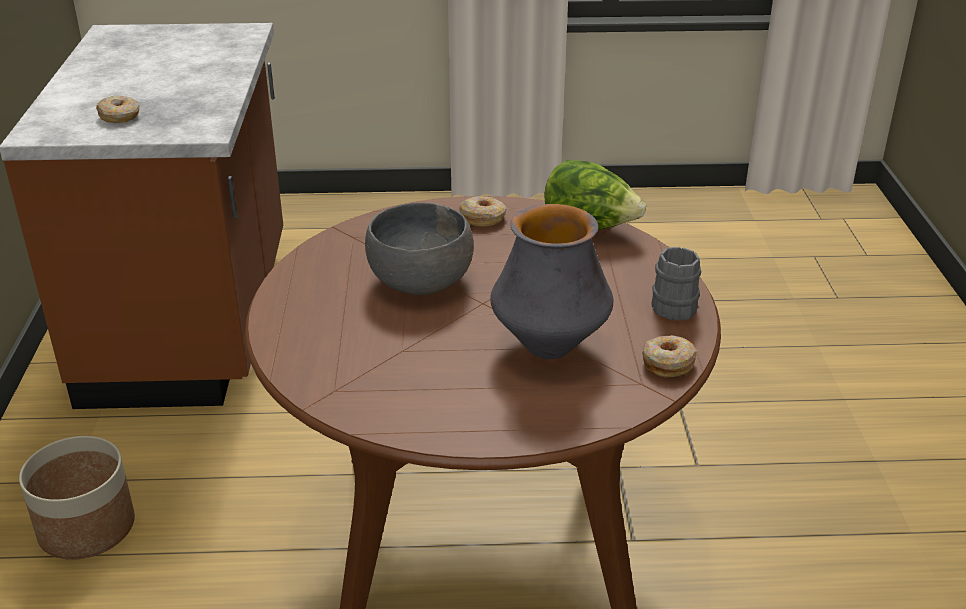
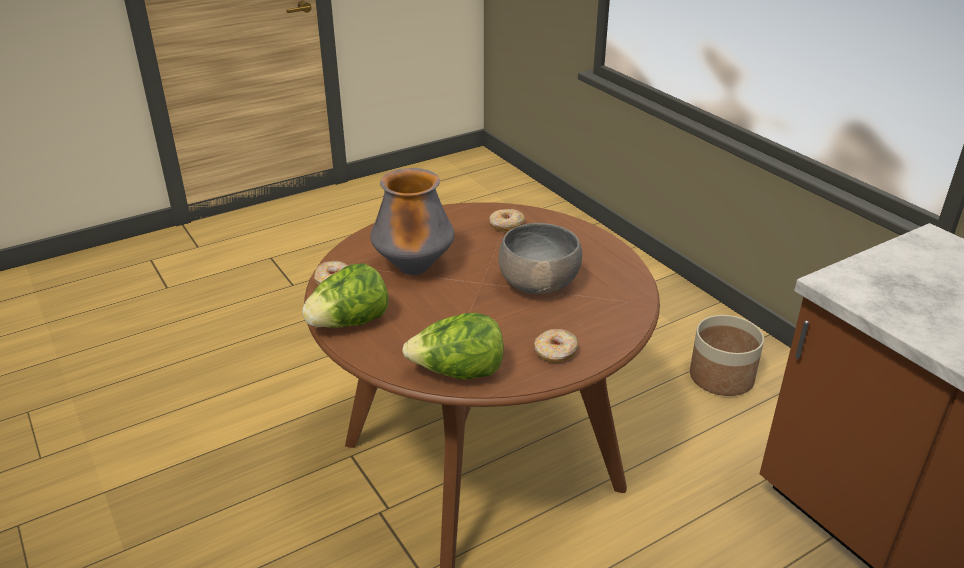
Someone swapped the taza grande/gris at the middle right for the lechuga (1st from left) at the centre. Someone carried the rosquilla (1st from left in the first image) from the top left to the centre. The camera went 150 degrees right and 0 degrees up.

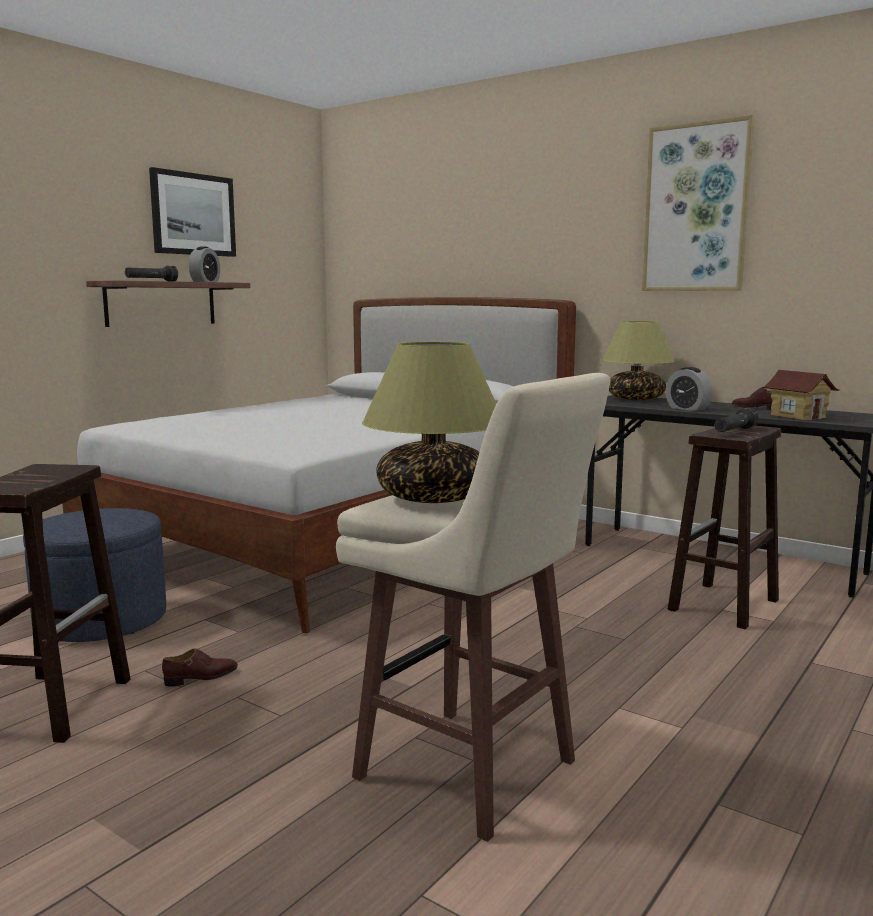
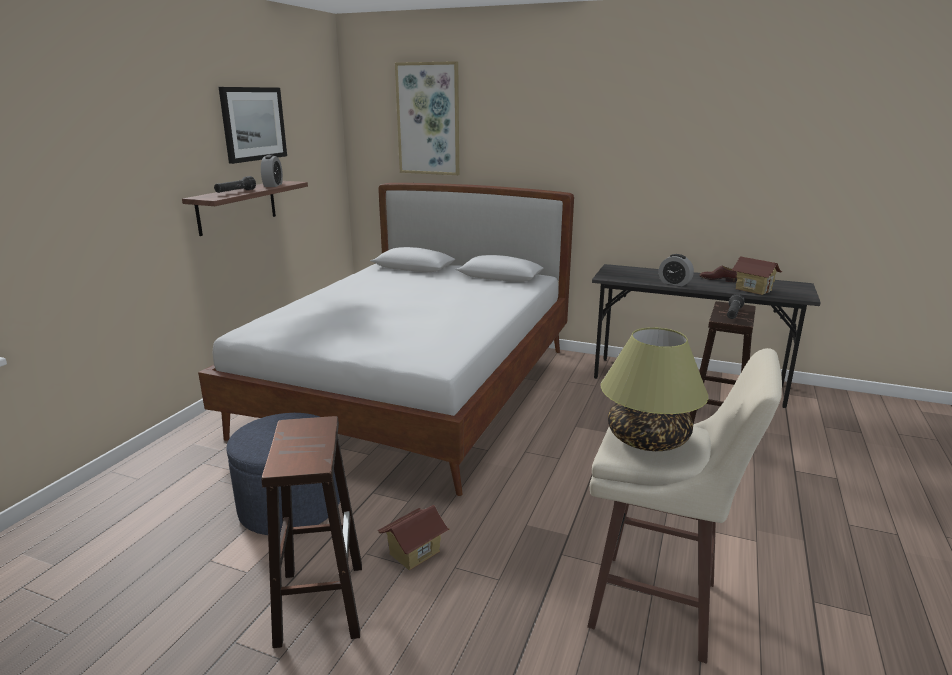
Someone swapped the zapato/marrón (1st from left) at the bottom left for the casita (1st from left) at the bottom centre. Someone carried the cuadro (2nd from left) from the top right to the top centre. Someone took away the lámpara de mesa (2nd from left) at the middle right. The camera went 15 degrees left and 10 degrees up.

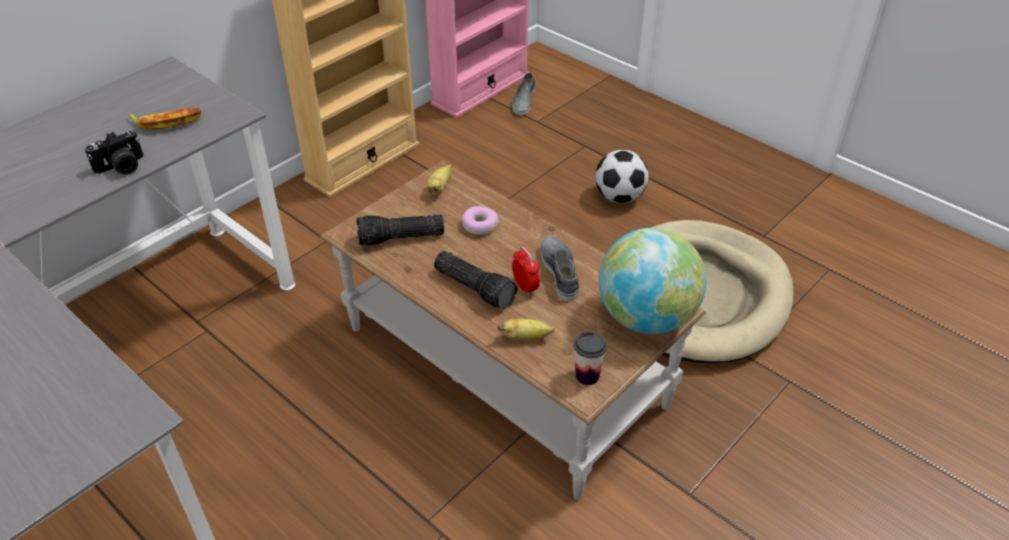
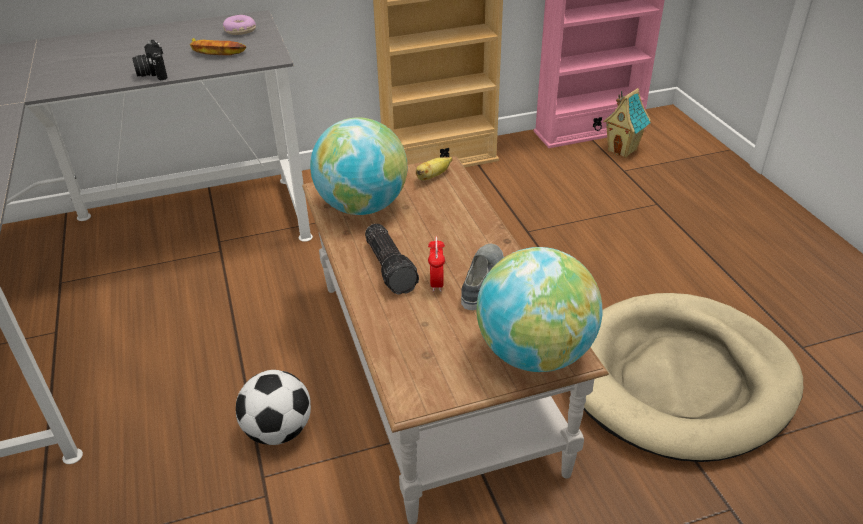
Someone rotated the cámara at the top left by 75 degrees clockwise. Someone carried the rosquilla from the centre to the top left. Someone carried the balón de fútbol from the top centre to the bottom left. Someone swapped the linterna (1st from left) at the centre for the globo terráqueo (1st from left) at the top centre. Someone swapped the zapato/gris (1st from left) at the top centre for the casita at the top right. Someone took away the plátano (3rd from left) at the centre. Someone took away the taza at the centre. The camera went 30 degrees right and 5 degrees down.

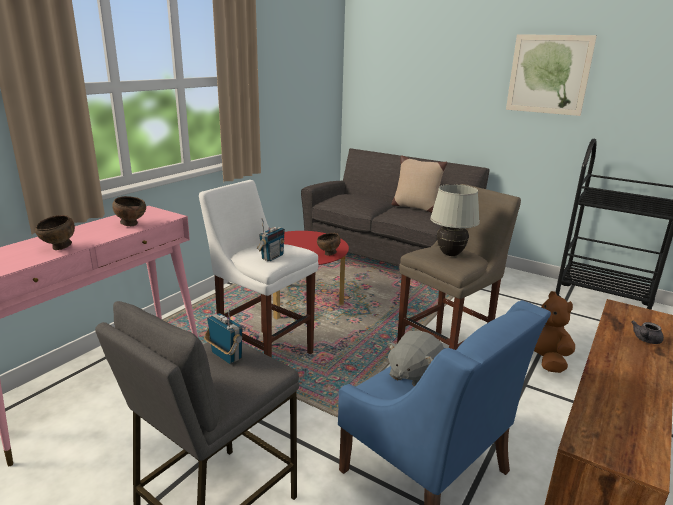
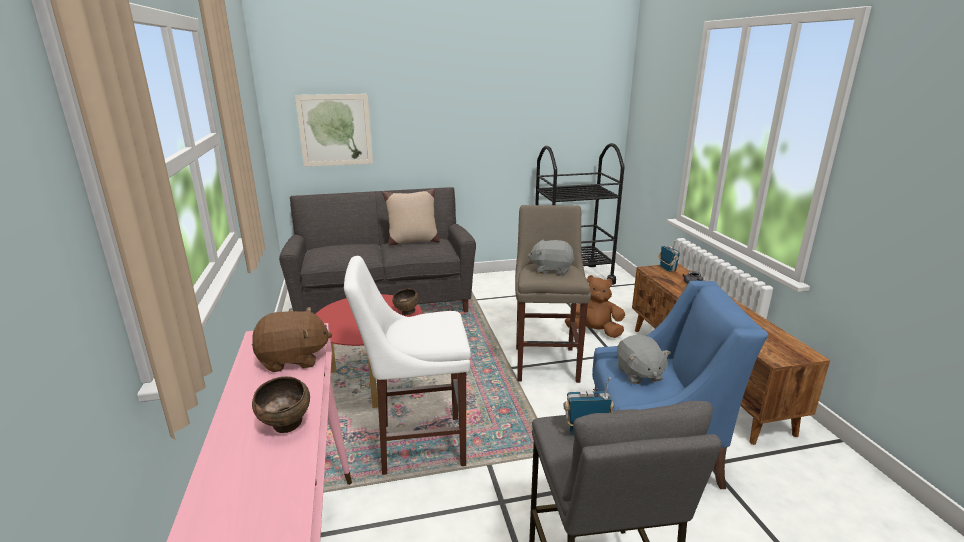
Someone swapped the cuenco/marrón (2nd from left) at the middle left for the peluche/marrón (1st from left) at the middle left. Someone carried the cuadro from the top right to the top centre. Someone swapped the lámpara de mesa/blanco at the middle right for the peluche/gris (1st from left) at the centre. Someone carried the radio (2nd from left) from the centre to the middle right. The camera went 45 degrees left and 0 degrees up.

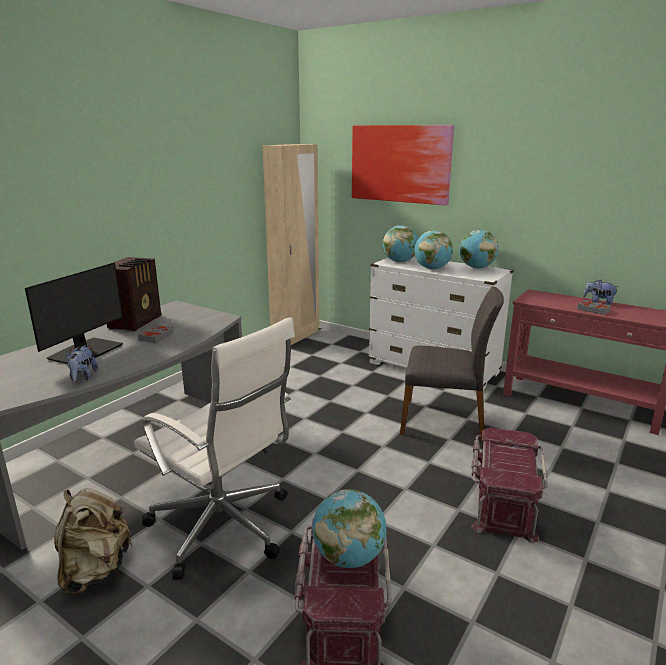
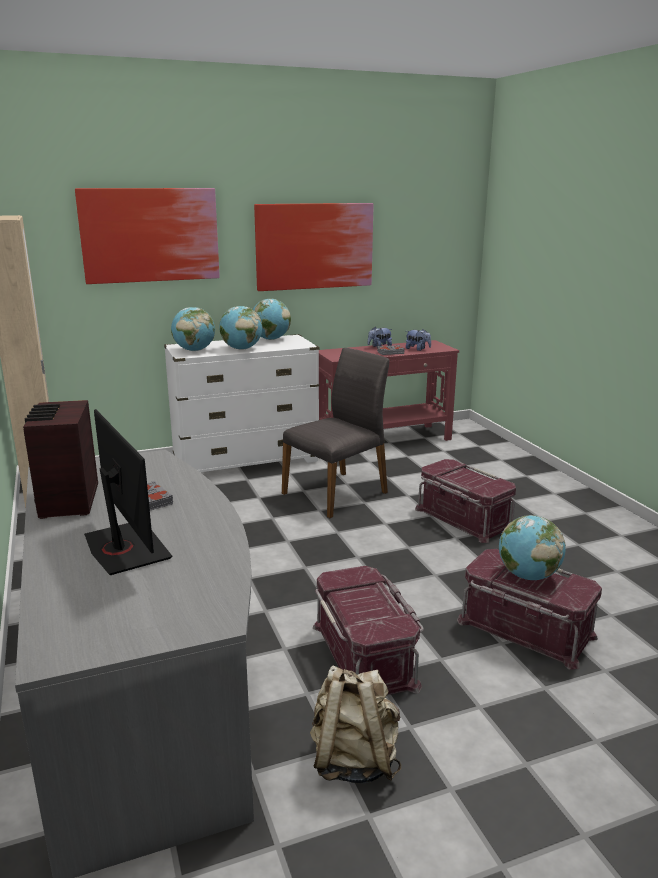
Someone rotated the radio at the middle left by 150 degrees counterclockwise. Someone put up the cuadro (2nd from left) at the top centre. Someone swapped the silla de oficina/blanco at the bottom left for the caja de almacenaje/rojo (1st from left) at the bottom centre. Someone carried the peluche (1st from left in the first image) from the middle left to the centre. The camera went 55 degrees left and 0 degrees up.

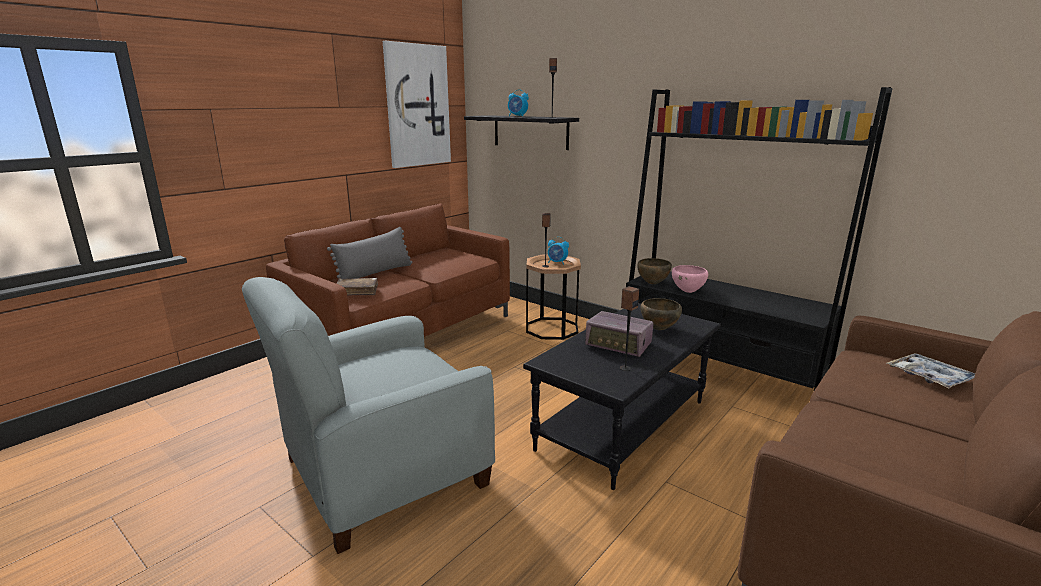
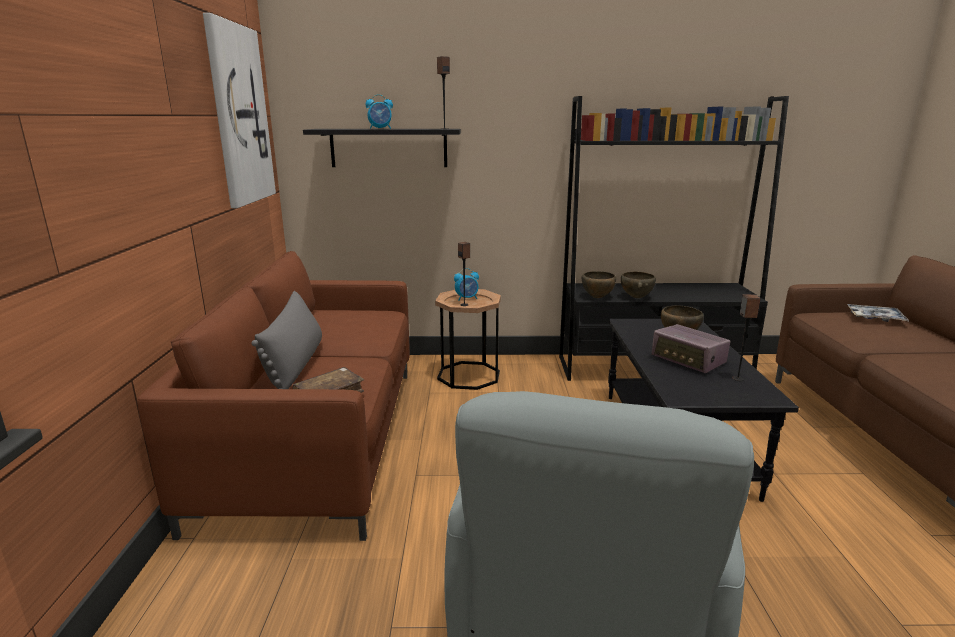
Someone repainted the cuenco/rosa at the centre, which became the cuenco/marrón (2nd from left) at the middle right. Someone rotated the radio at the centre by 60 degrees clockwise. The camera went 40 degrees left and 0 degrees up.

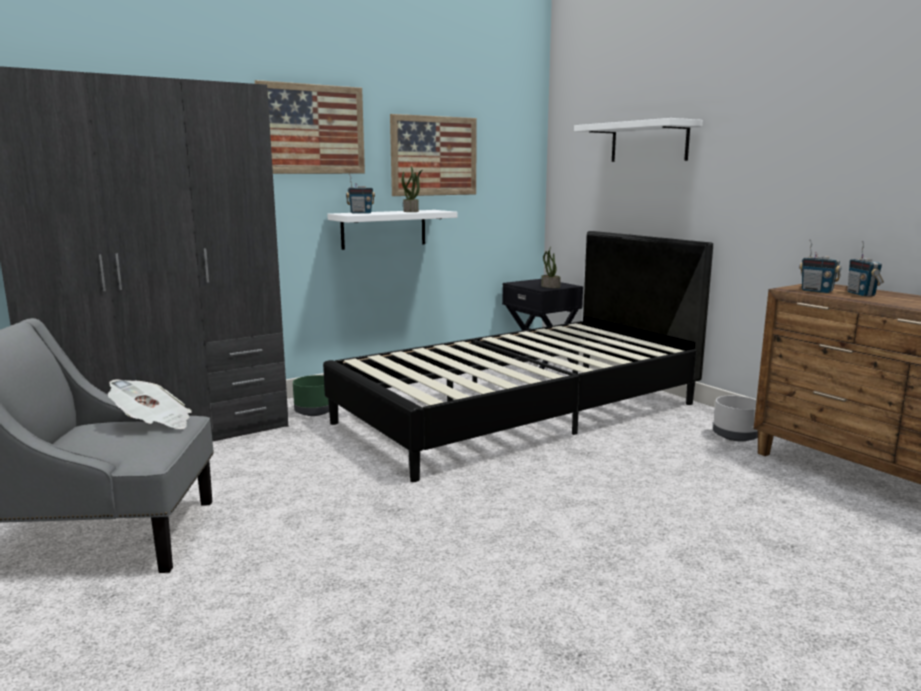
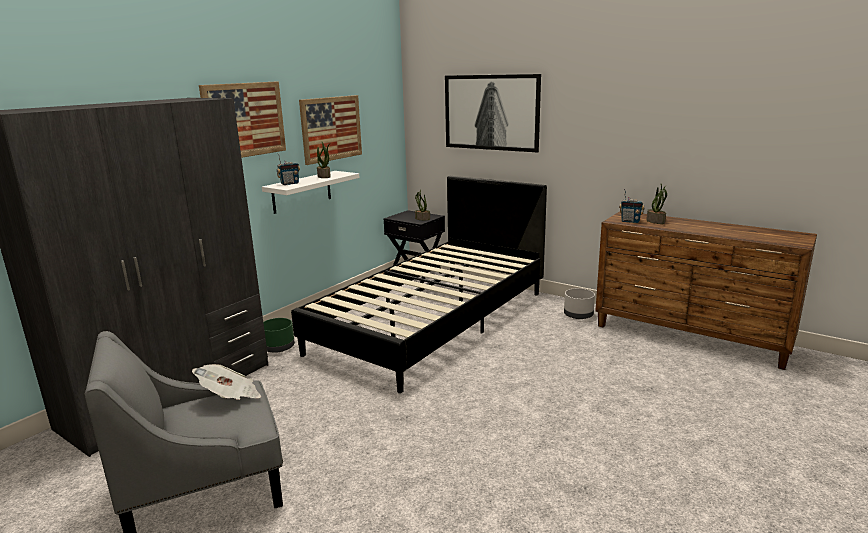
Someone swapped the estante/blanco (2nd from left) at the top right for the cuadro (3rd from left) at the top centre. Someone swapped the radio (3rd from left) at the middle right for the planta en maceta (3rd from left) at the middle right. The camera went 20 degrees left and 5 degrees up.

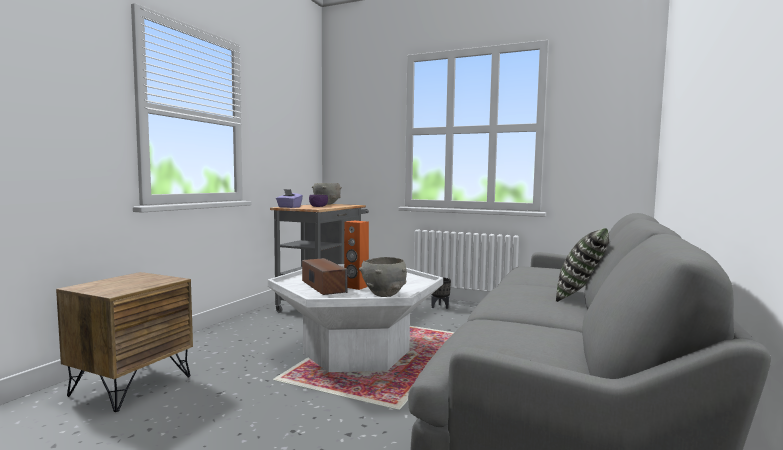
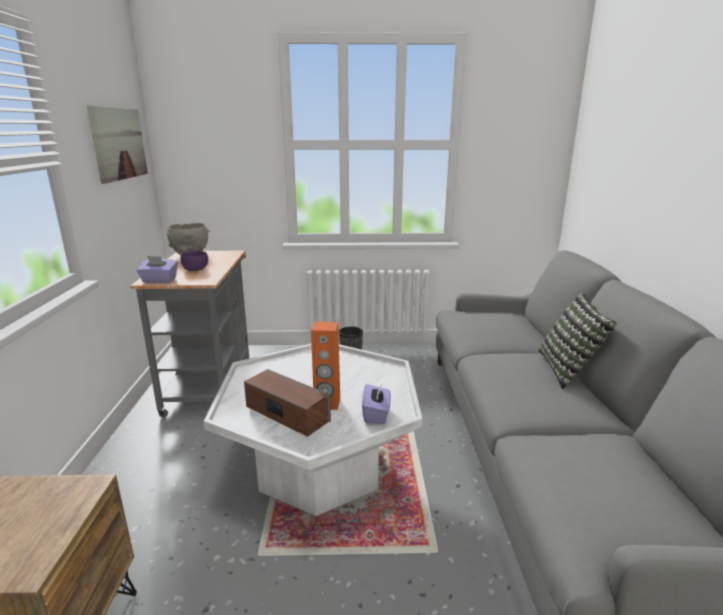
Someone put up the cuadro at the top left. Someone swapped the cuenco/gris (2nd from left) at the centre for the caja de pañuelos/morado (2nd from left) at the centre. The camera went 25 degrees left and 15 degrees up.

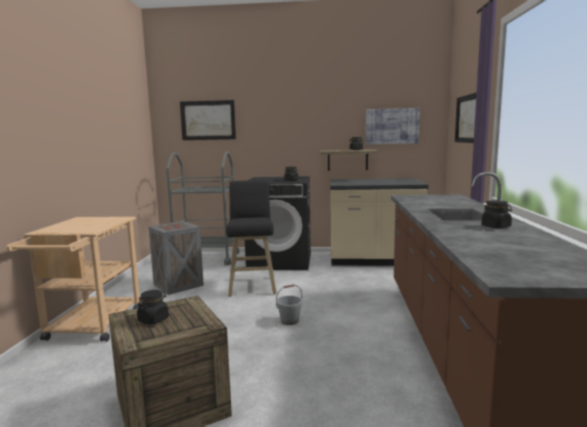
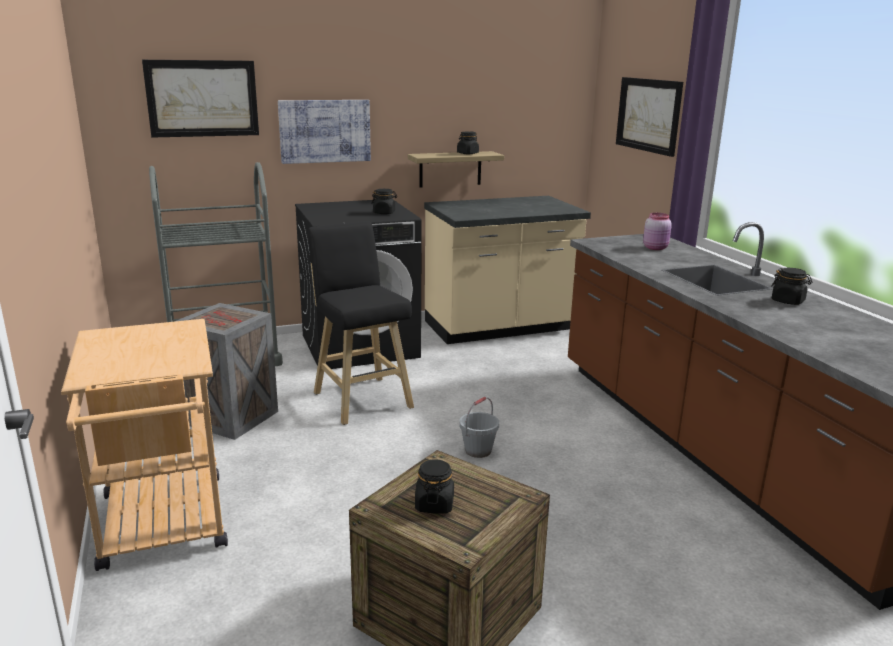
Someone carried the cuadro (2nd from left) from the top right to the top centre. Someone put down the tarro/rosa at the middle right. The camera went 25 degrees left and 10 degrees up.

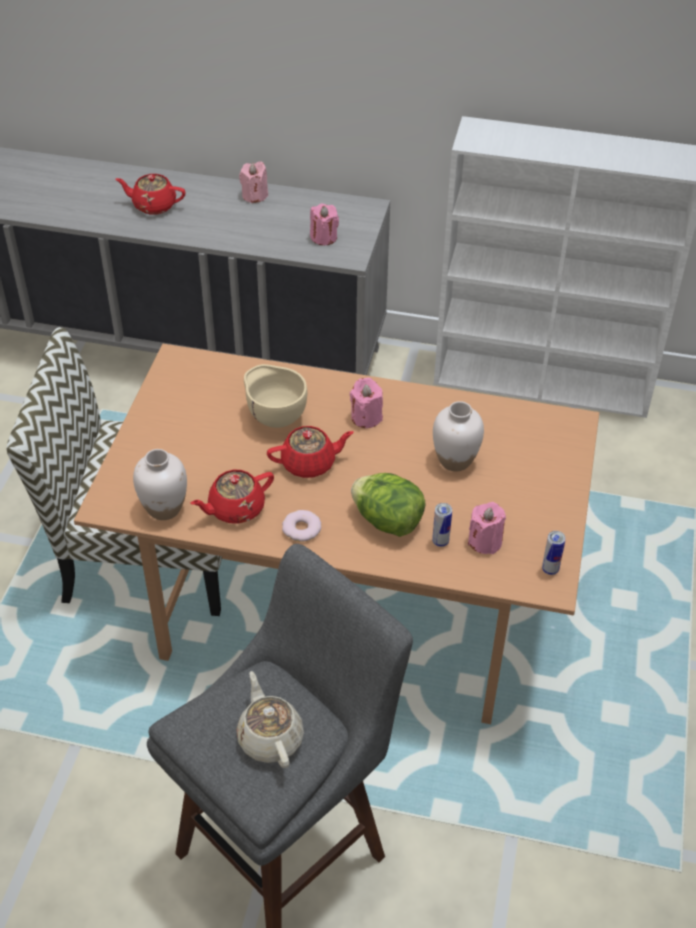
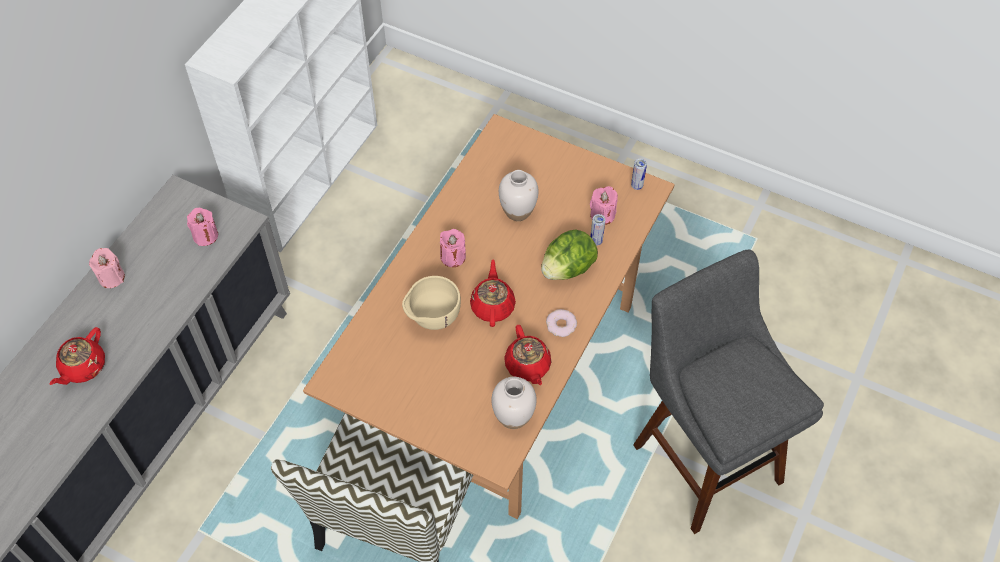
Someone took away the tetera/beis at the bottom centre. The camera went 75 degrees left and 10 degrees up.

